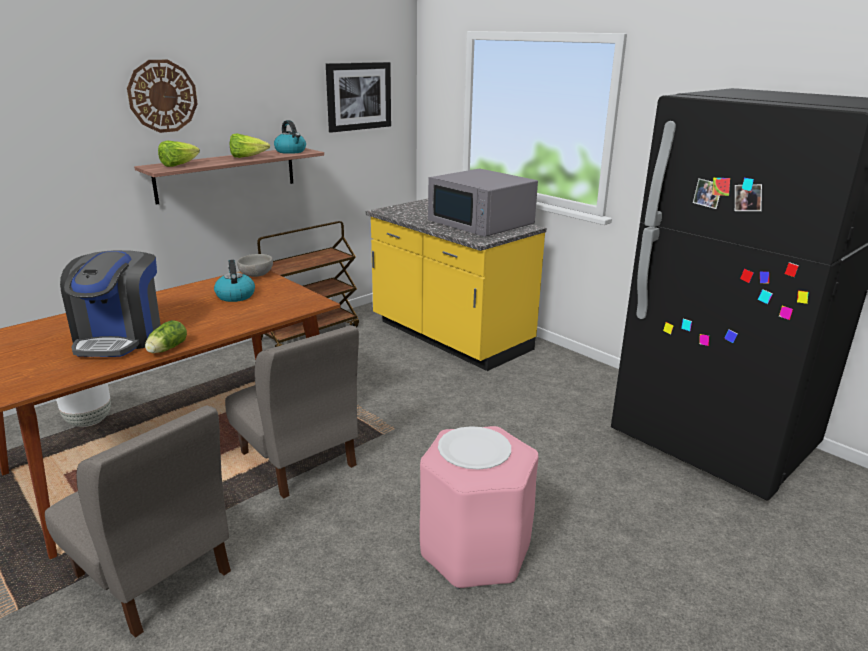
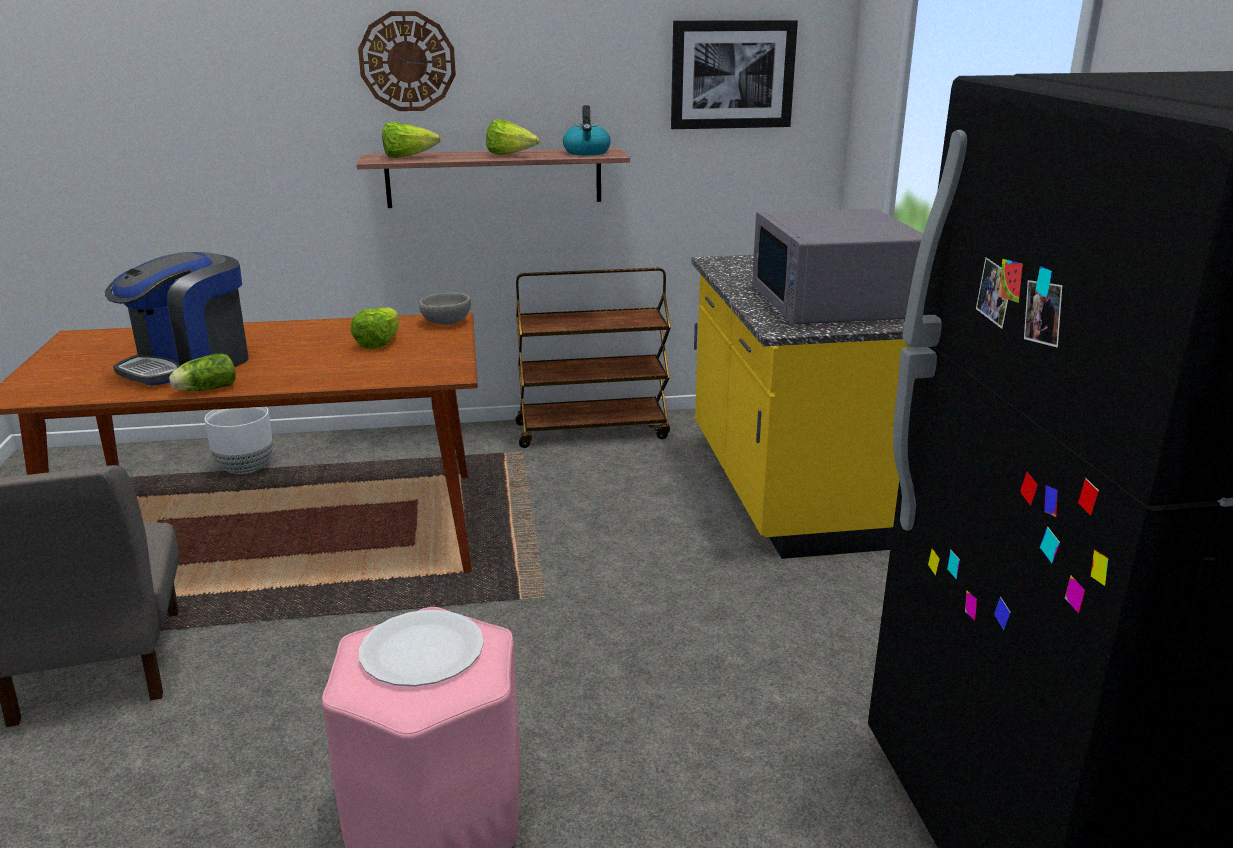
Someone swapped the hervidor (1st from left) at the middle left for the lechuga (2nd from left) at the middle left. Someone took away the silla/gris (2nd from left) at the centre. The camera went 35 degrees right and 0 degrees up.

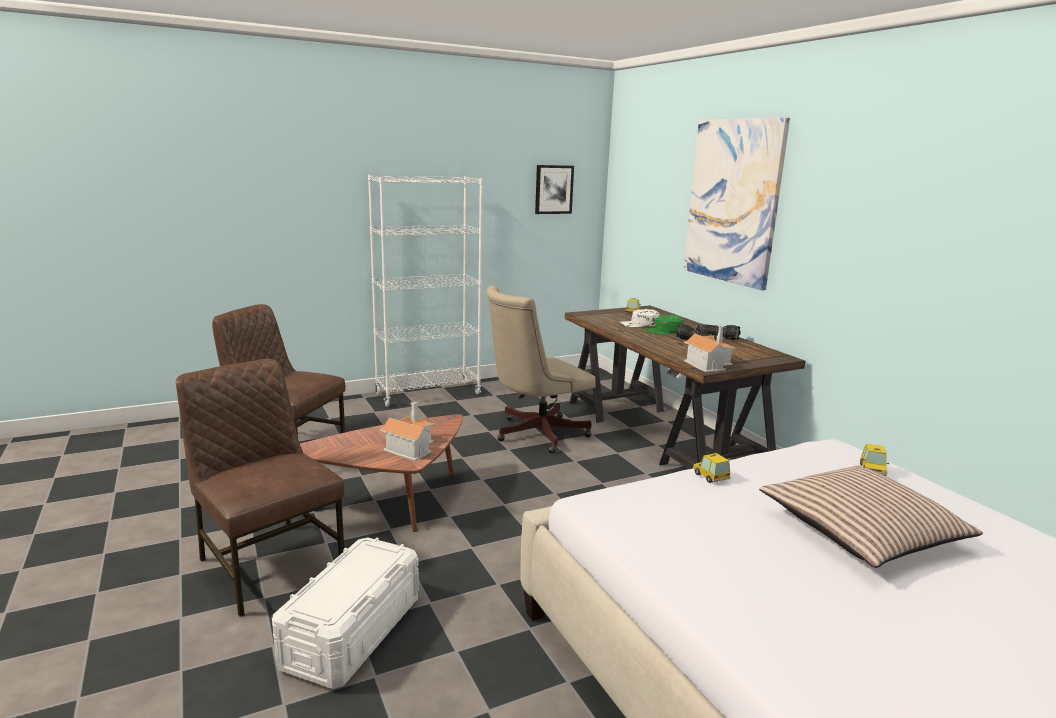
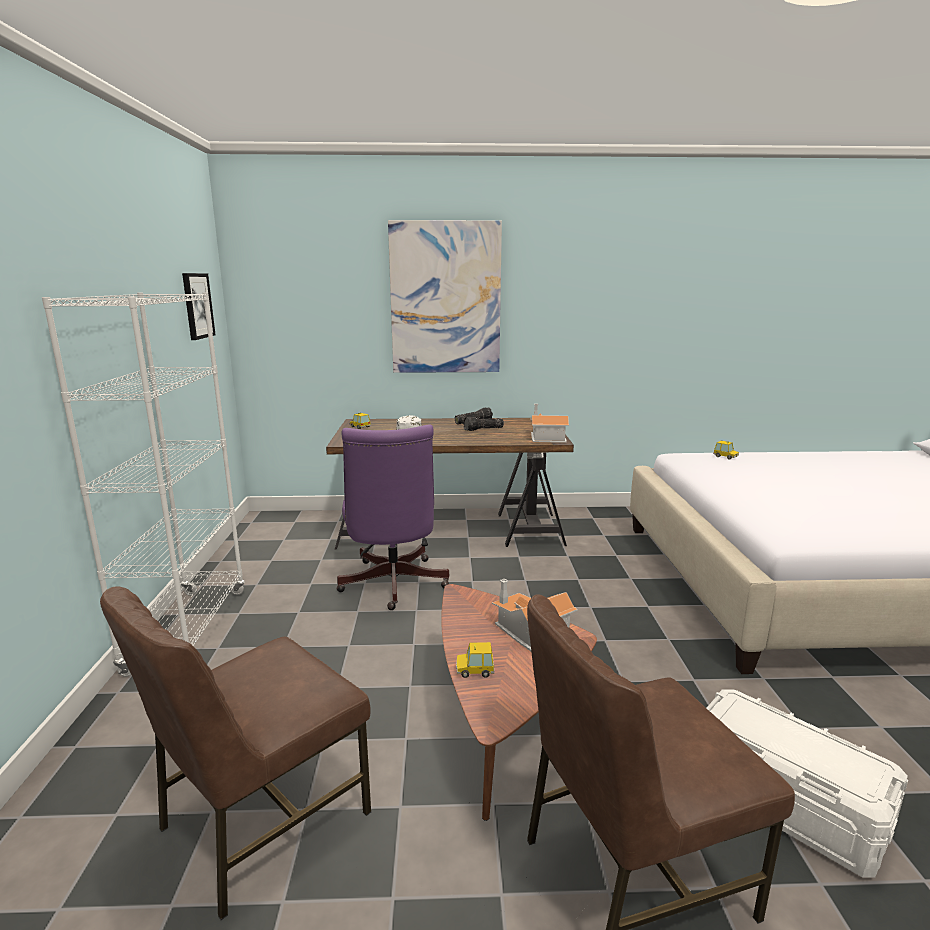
Someone repainted the silla de oficina/beis at the centre, which became the silla de oficina/morado at the centre. Someone carried the coche de juguete (2nd from left) from the middle right to the bottom centre. Someone took away the gorra/verde at the centre. Someone took away the cojín at the bottom right. The camera went 65 degrees left and 0 degrees up.

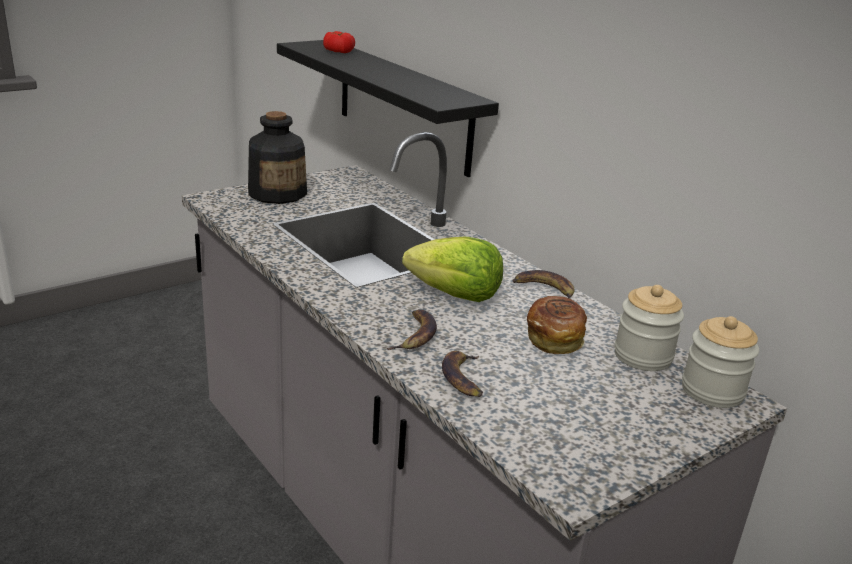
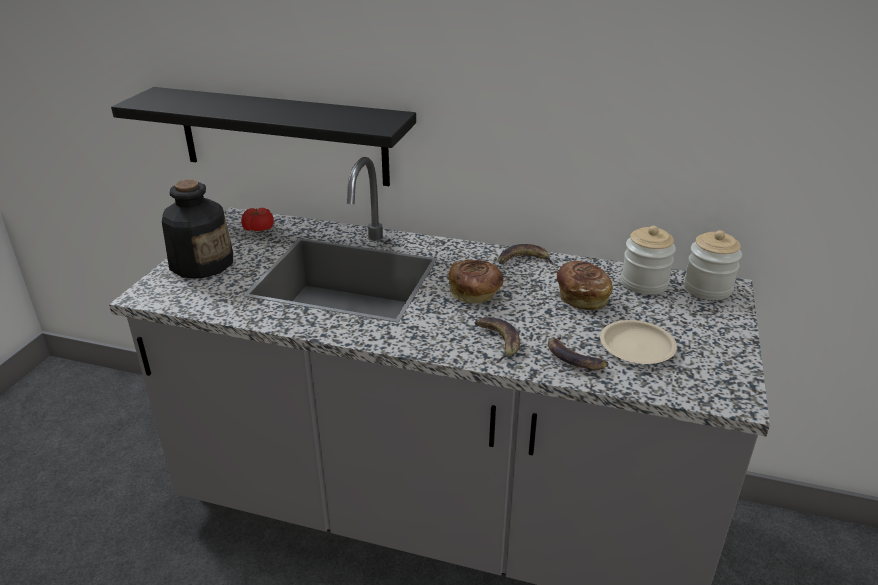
Someone carried the tomate from the top centre to the middle left. Someone swapped the lechuga at the centre for the pan (1st from left) at the centre. Someone put down the plato/beis at the middle right. The camera went 35 degrees left and 5 degrees up.

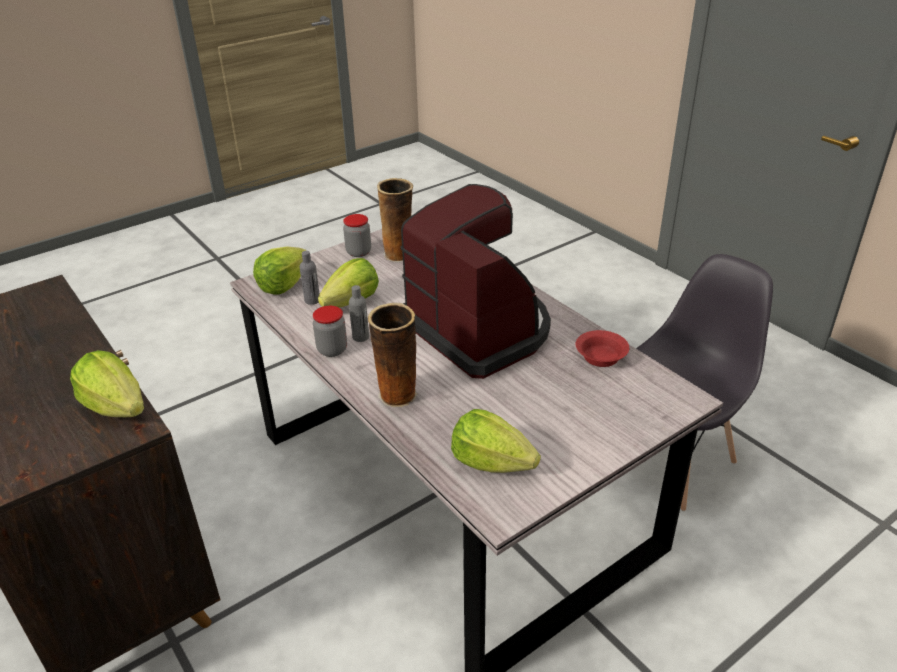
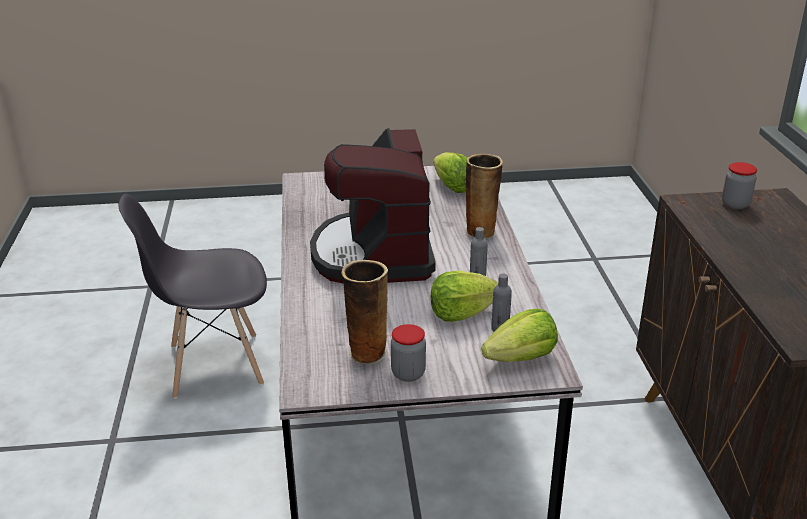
Someone carried the tarro (1st from left in the first image) from the centre to the middle right. Someone took away the lechuga (1st from left) at the middle left. Someone took away the cuenco/rojo at the middle right. The camera went 150 degrees left and 5 degrees down.

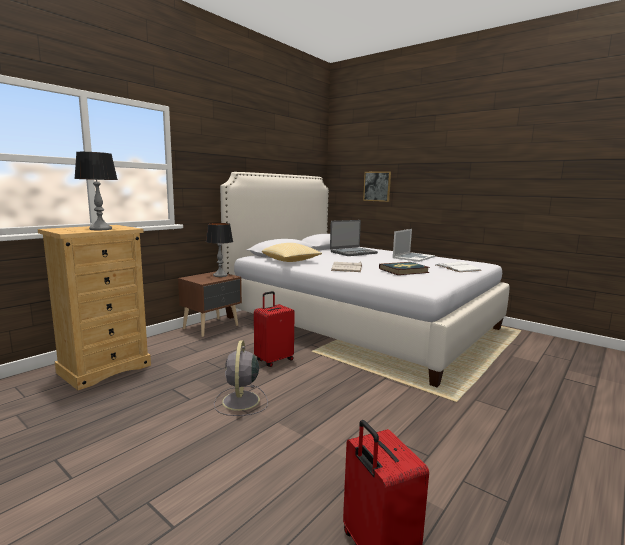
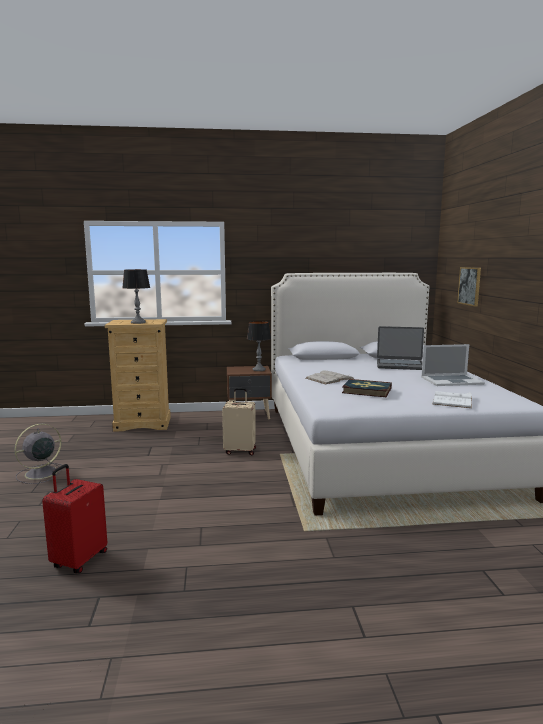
Someone carried the ventilador/gris from the bottom centre to the middle left. Someone repainted the maleta/rojo (1st from left) at the centre, which became the maleta/beis at the centre. Someone took away the cojín at the centre. The camera went 45 degrees right and 0 degrees up.

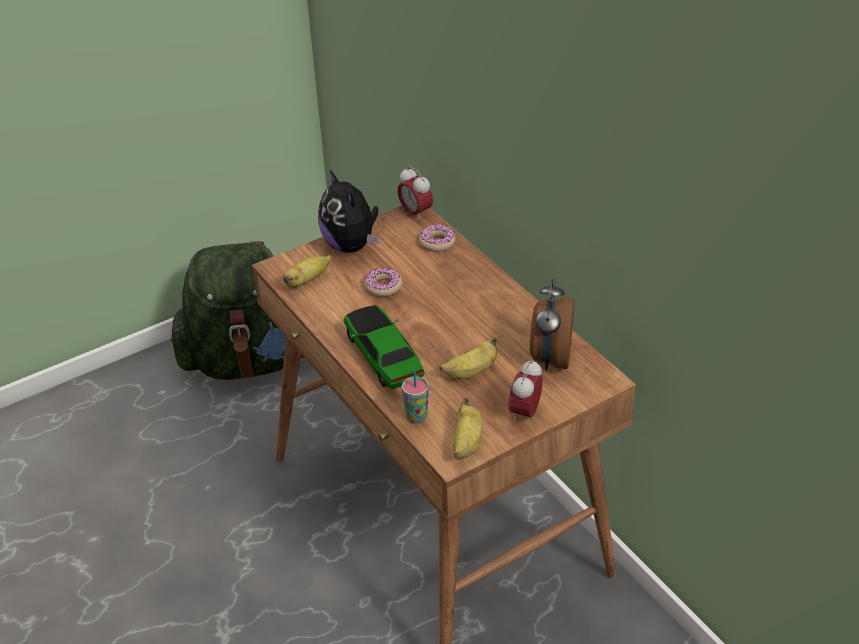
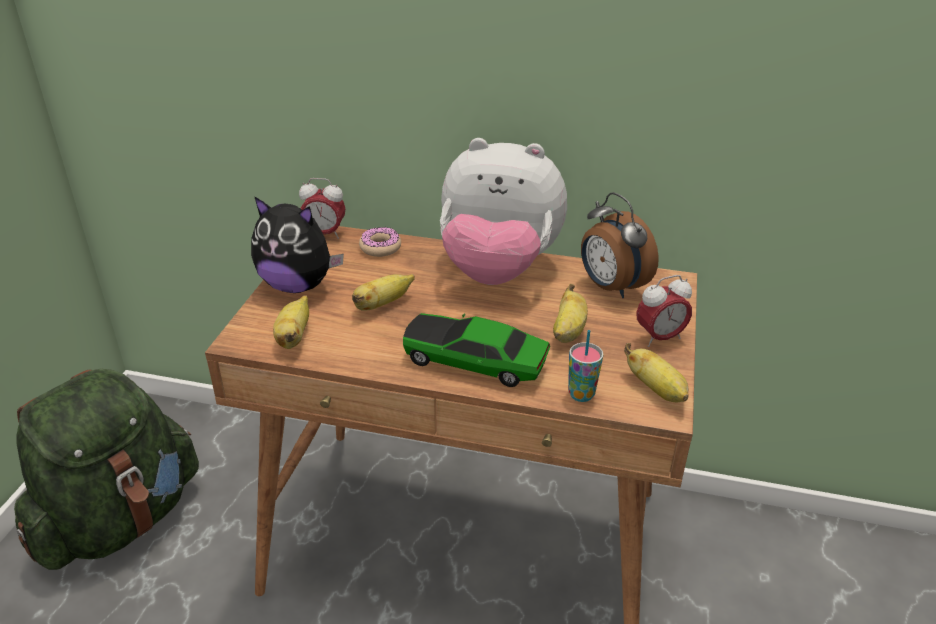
Someone swapped the rosquilla (1st from left) at the centre for the plátano (2nd from left) at the centre. Someone put down the peluche (2nd from left) at the centre. Someone rotated the despertador (2nd from left in the first image) at the centre by 90 degrees counterclockwise. The camera went 45 degrees left and 5 degrees down.

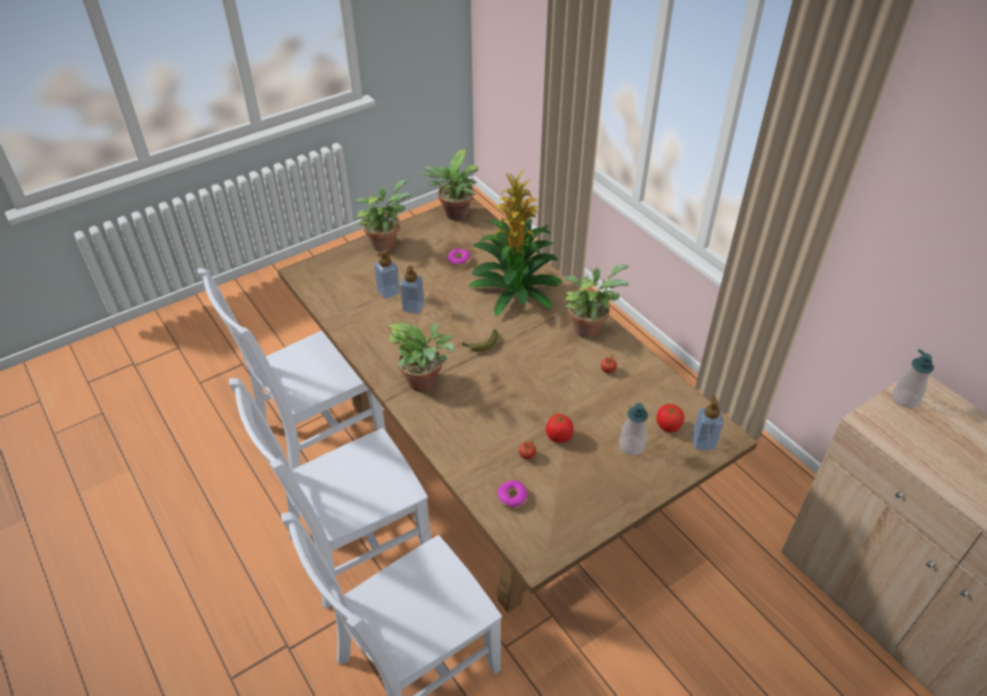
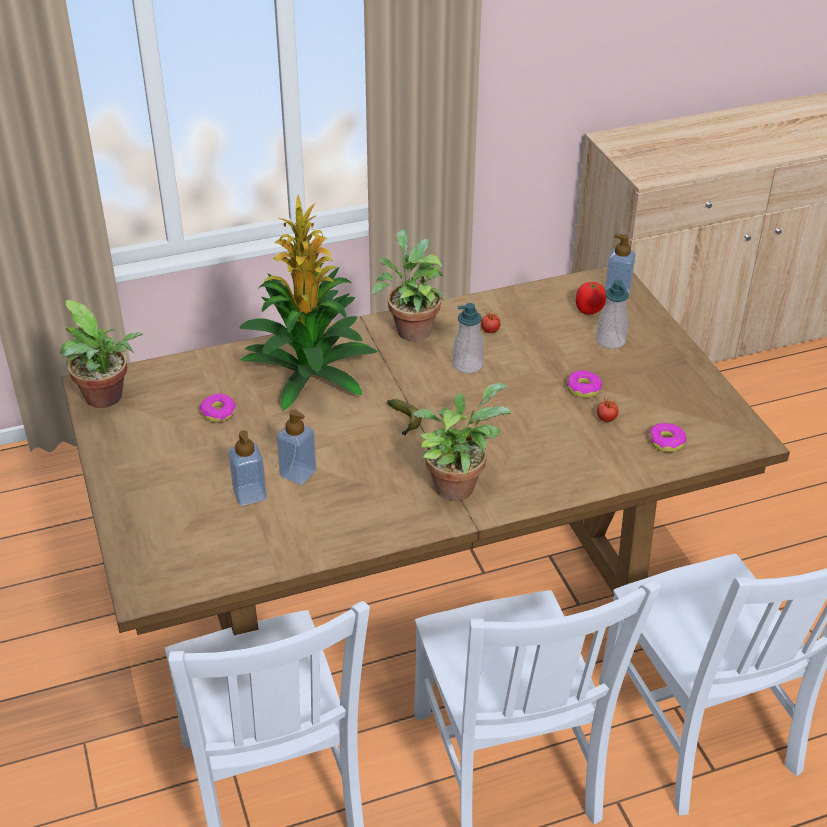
Someone carried the dispensador de jabón (5th from left in the first image) from the middle right to the centre. Someone swapped the tomate (2nd from left) at the centre for the rosquilla (2nd from left) at the middle right. Someone took away the planta en maceta (1st from left) at the top centre. The camera went 75 degrees left and 5 degrees down.

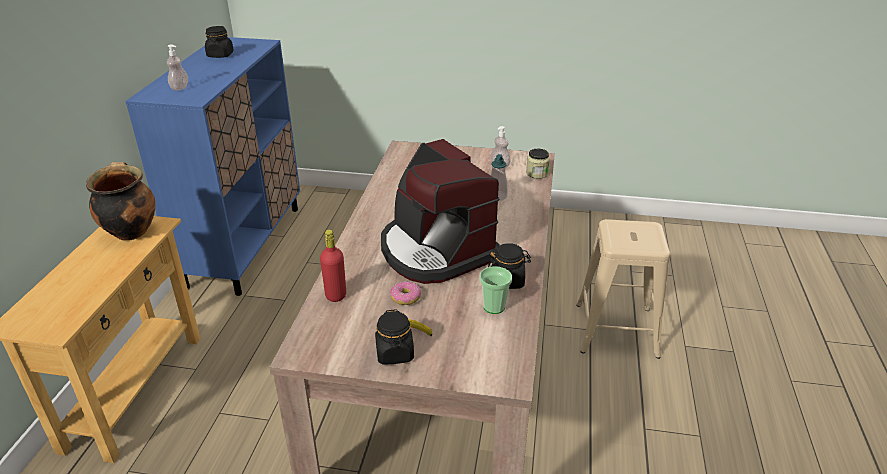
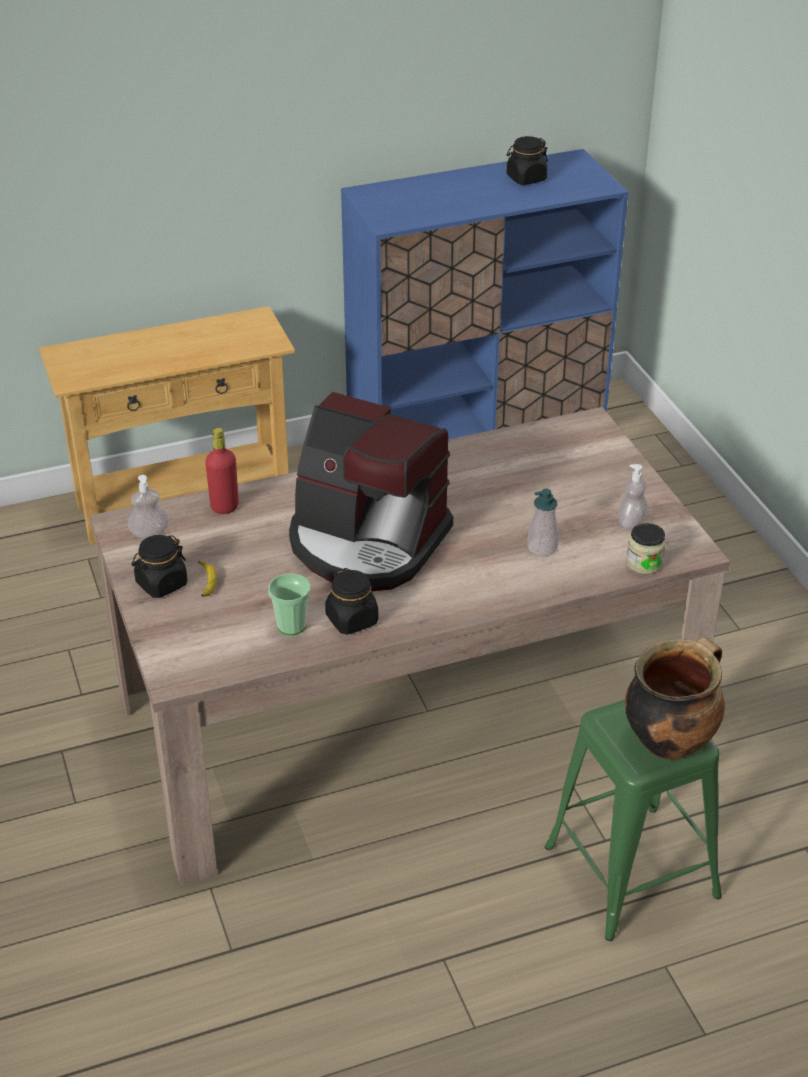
Someone carried the dispensador de jabón (1st from left) from the top left to the middle left. Someone rotated the cafetera at the centre by 90 degrees counterclockwise. Someone repainted the taburete/beis at the middle right, which became the taburete/verde at the bottom right. Someone carried the olla from the middle left to the middle right. Someone took away the rosquilla at the centre. The camera went 60 degrees right and 5 degrees up.

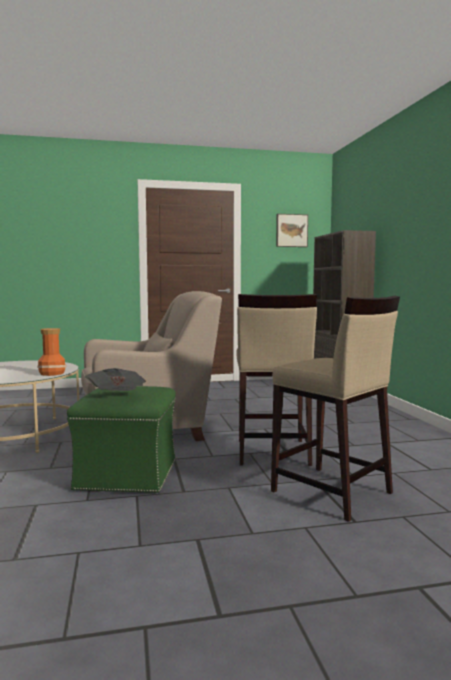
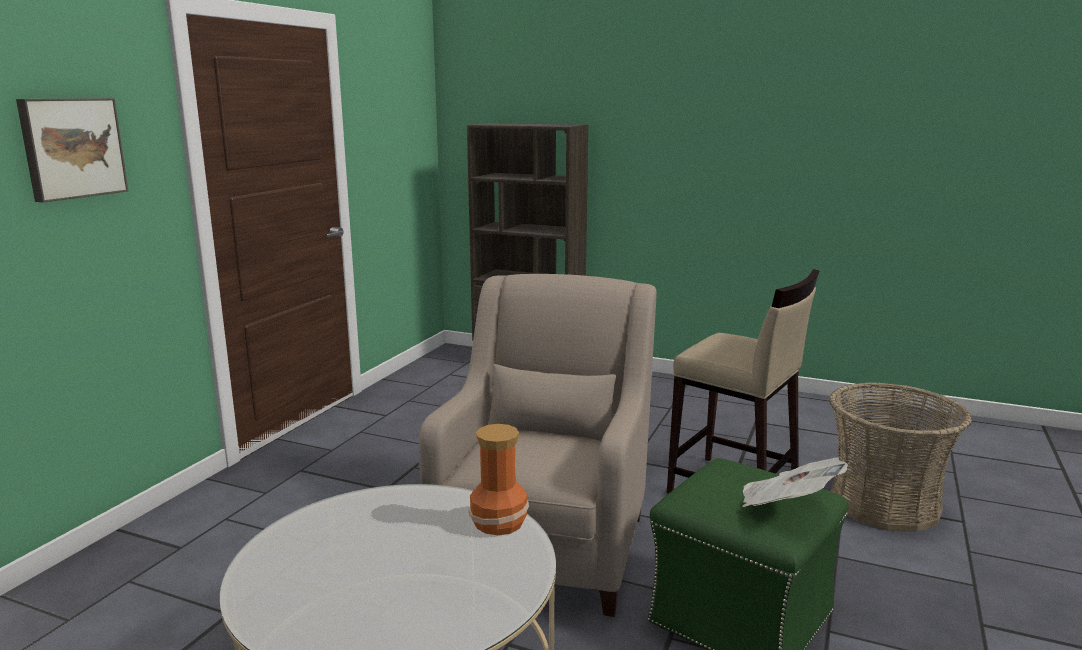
Someone carried the cuadro from the centre to the top left. Someone swapped the taburete/beis (2nd from left) at the middle right for the cesta at the bottom right. The camera went 55 degrees left and 10 degrees up.

